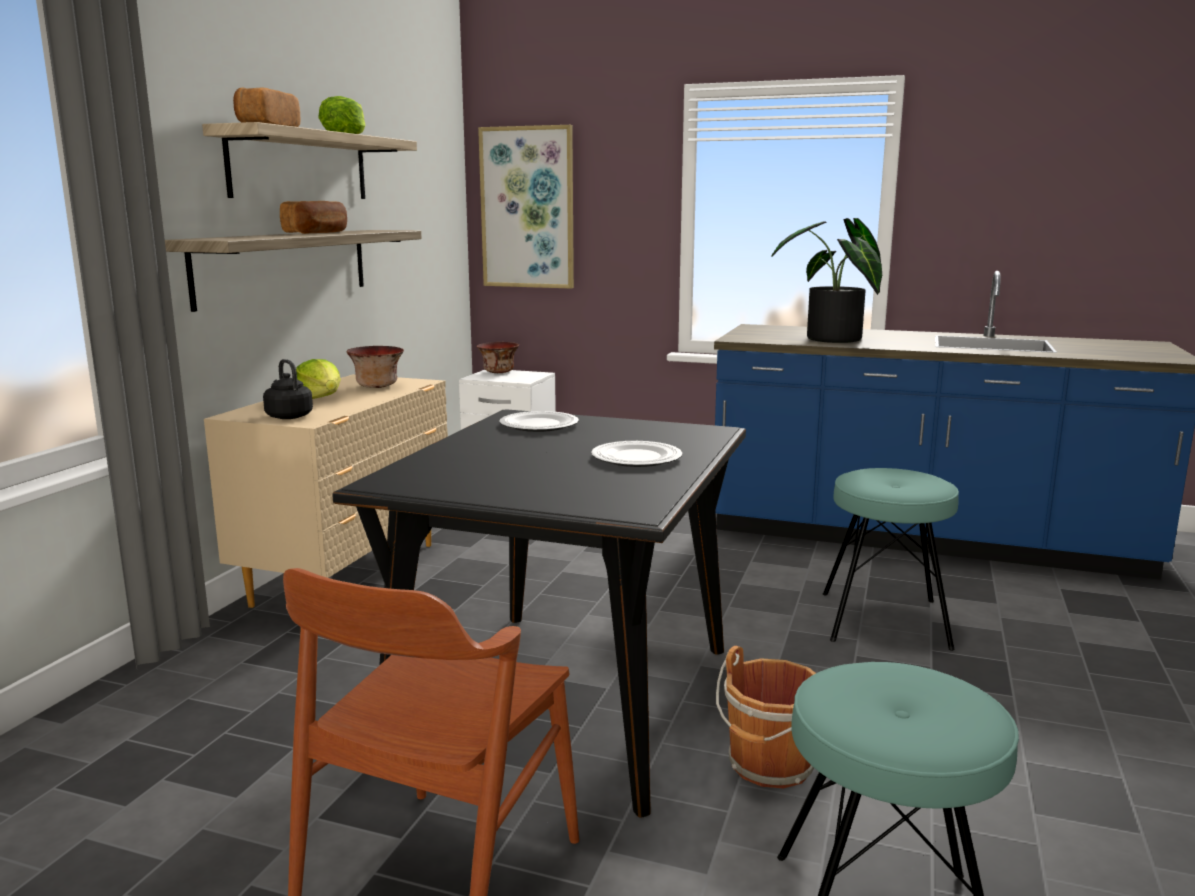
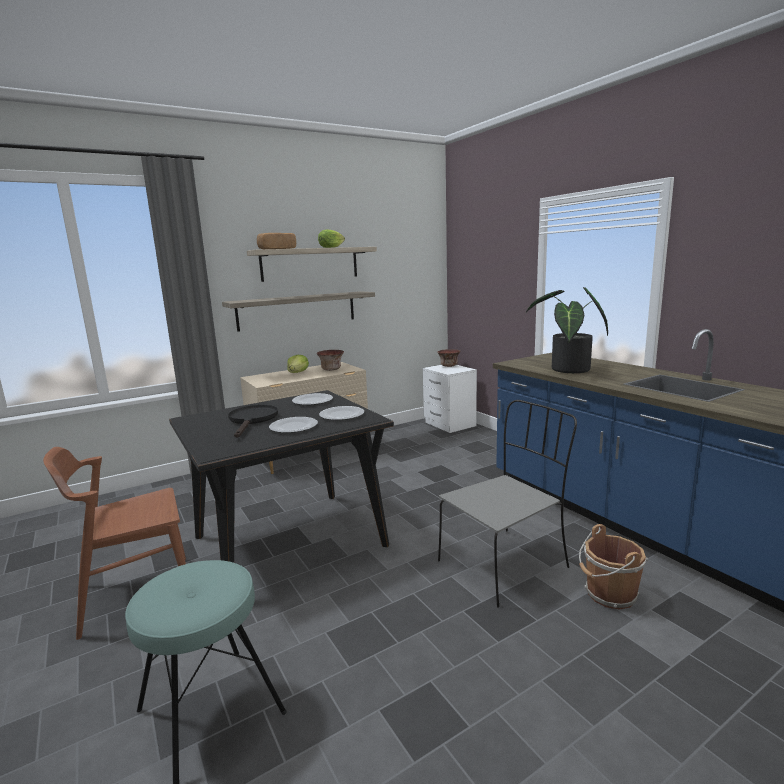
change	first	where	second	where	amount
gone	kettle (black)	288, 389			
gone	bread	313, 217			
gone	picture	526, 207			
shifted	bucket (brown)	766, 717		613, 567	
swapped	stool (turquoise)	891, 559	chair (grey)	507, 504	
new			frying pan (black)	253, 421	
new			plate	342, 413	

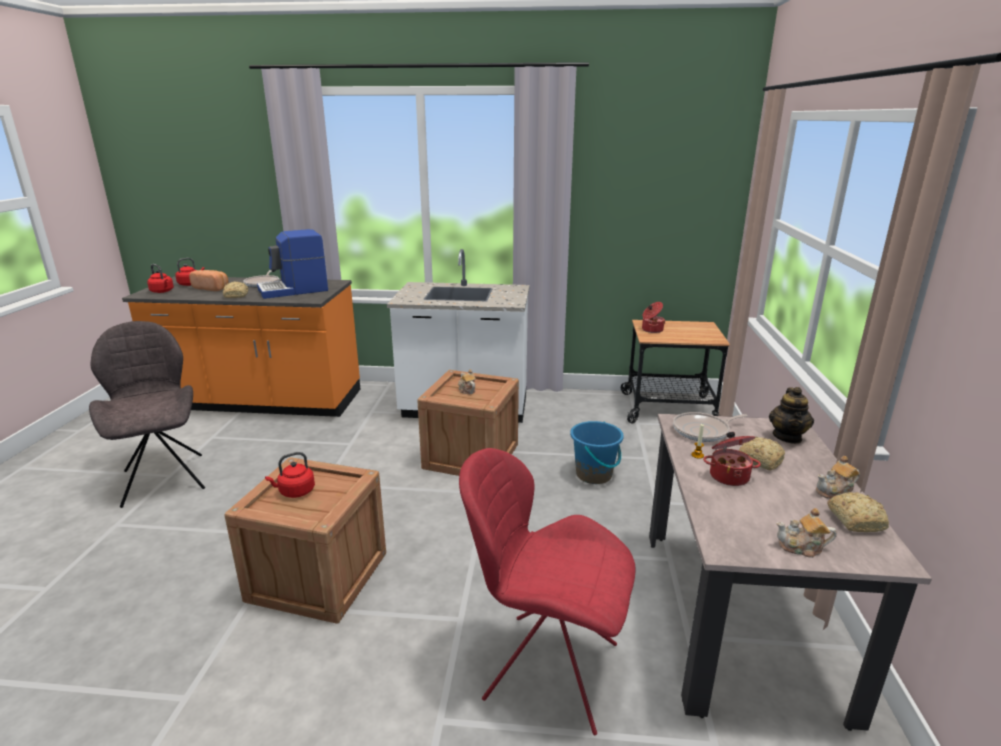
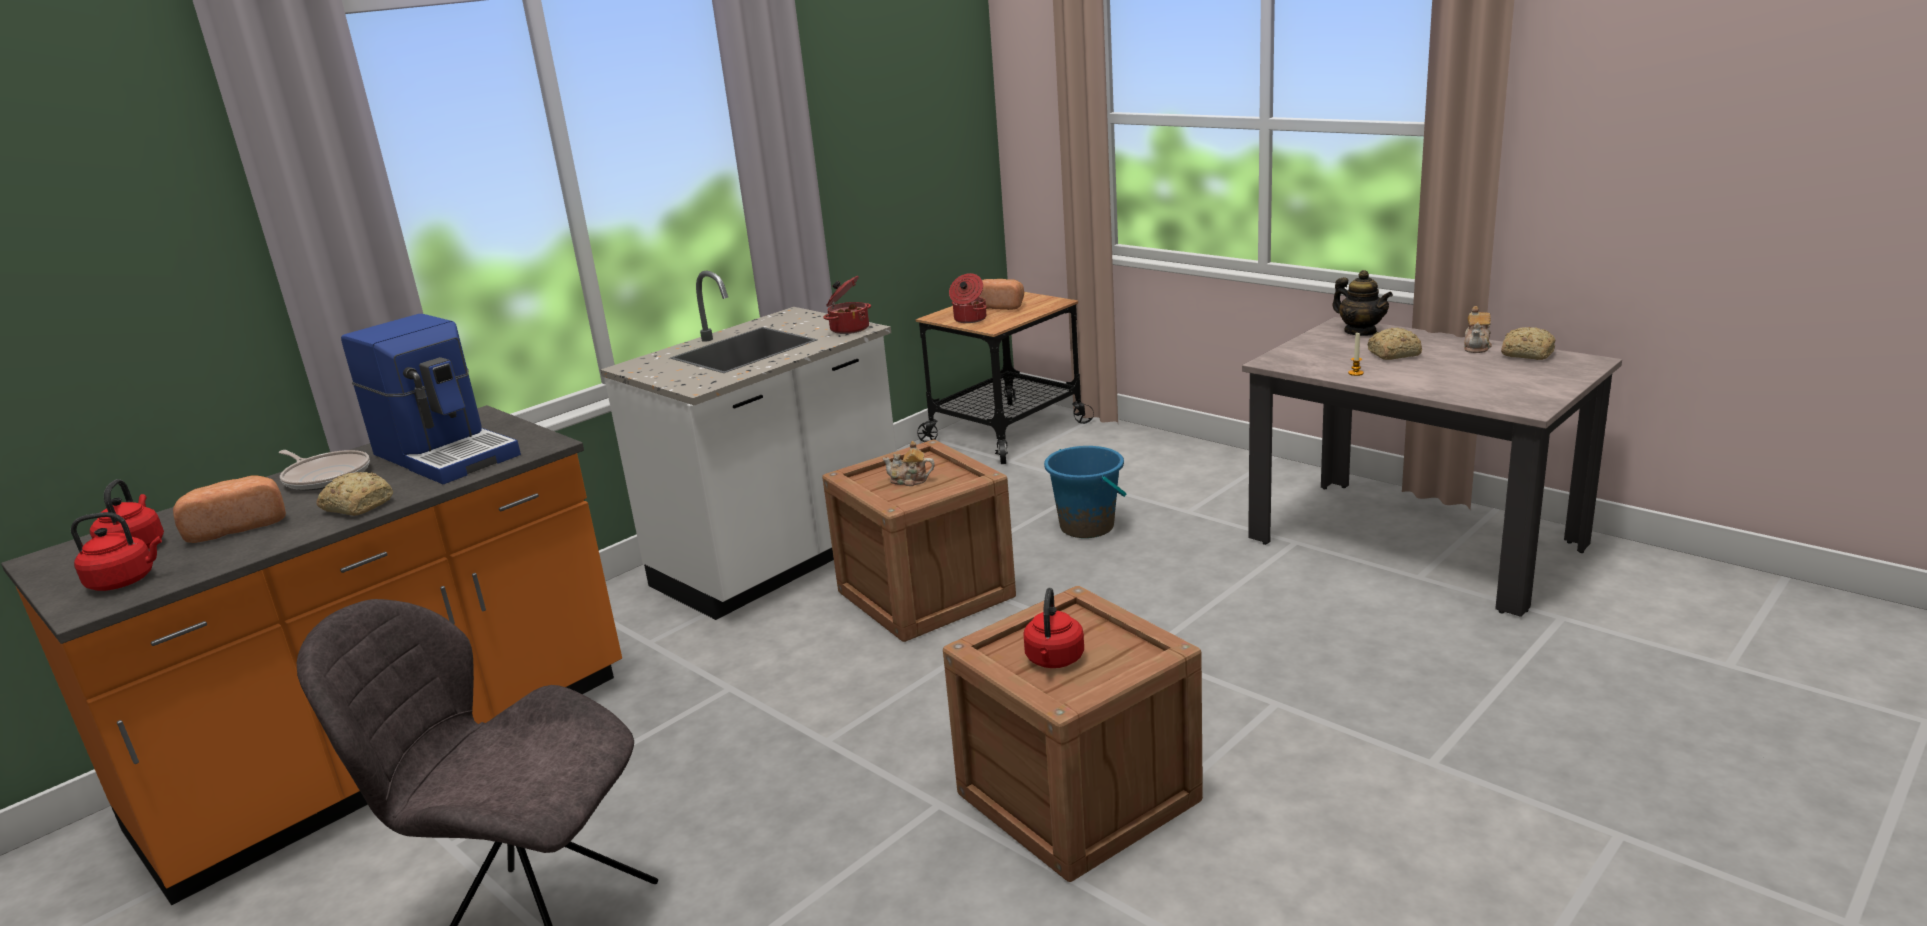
change	first	where	second	where	amount
rotated	coffee machine	292, 264		431, 399	60 degrees counterclockwise
gone	chair (red)	547, 591			
gone	frying pan	710, 427			
shifted	cooking pot	732, 459		847, 305	
gone	teapot	806, 533			
new			bread	1001, 294	

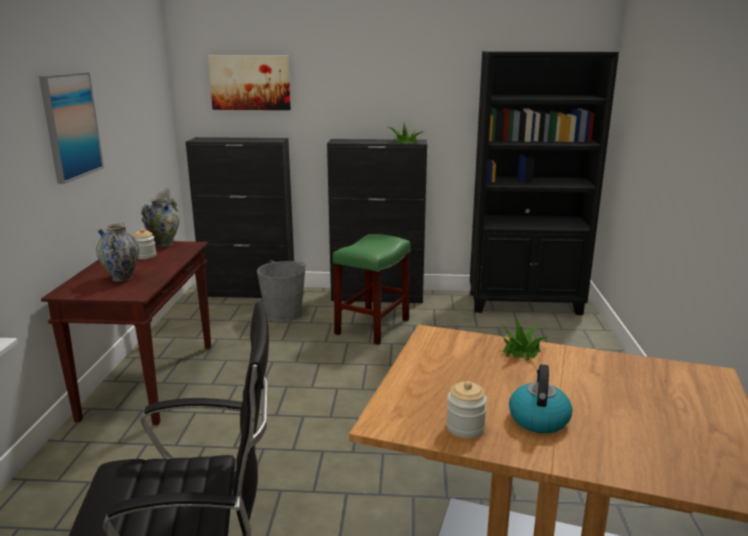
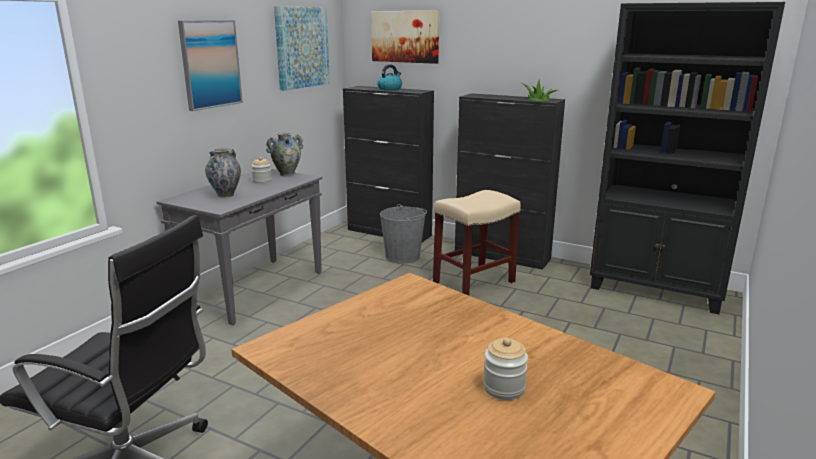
change	first	where	second	where	amount
repainted	console table (brown)	126, 333	console table (grey)	240, 247	
repainted	stool (green)	372, 289	stool (beige)	477, 242	
shifted	jar	466, 409		505, 369	
gone	potted plant	525, 339			
shifted	kettle	541, 398		389, 77	
new			picture	302, 48	

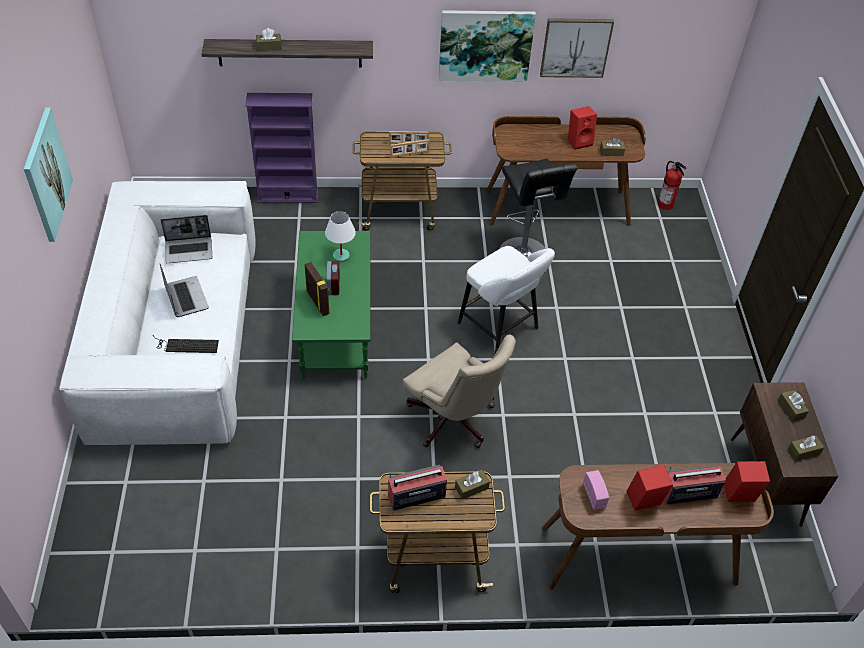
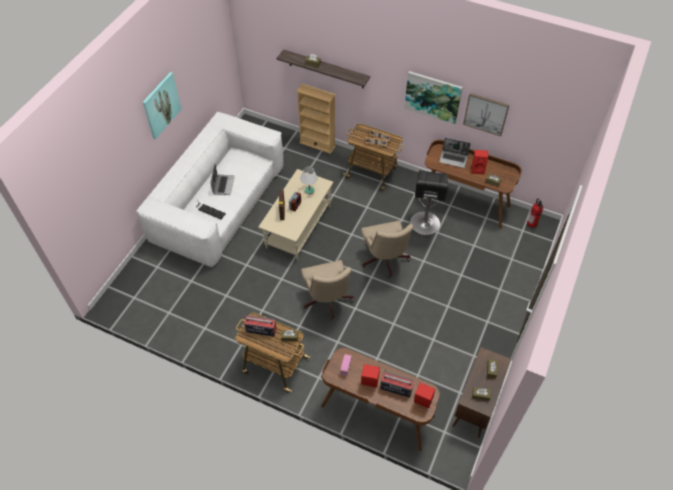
change	first	where	second	where	amount
shifted	laptop	186, 239		455, 153	
repainted	bookcase (purple)	281, 148	bookcase (beige)	316, 119	
repainted	coffee table (green)	331, 305	coffee table (beige)	296, 215	
swapped	stool (white)	506, 300	office chair (beige)	387, 249	

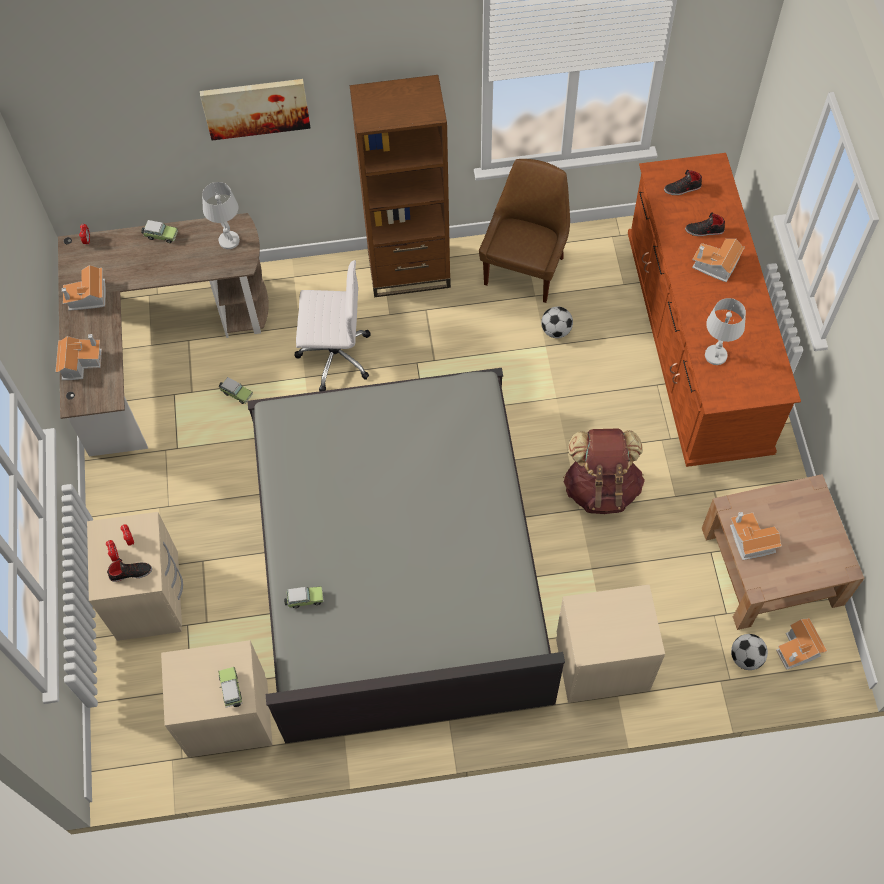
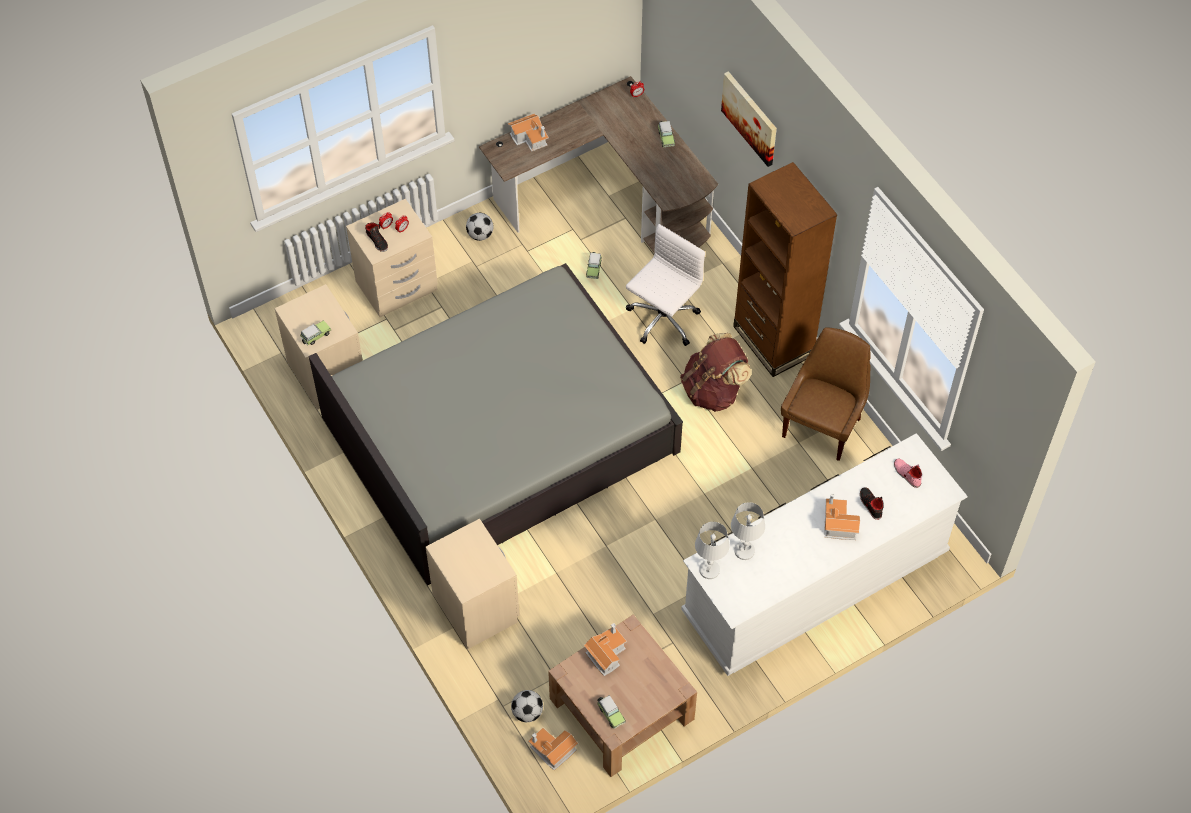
change	first	where	second	where	amount
gone	toy house	84, 288			
shifted	table lamp (white)	221, 215		712, 550	
shifted	toy car	304, 597		611, 712	
rotated	office chair (white)	333, 325		665, 285	120 degrees counterclockwise
rotated	chair (brown)	524, 231		826, 394	60 degrees counterclockwise
shifted	football	557, 322		479, 227	
shifted	backpack (brown)	604, 471		715, 372	
repainted	dresser (brown)	714, 310	dresser (white)	824, 554	
repainted	shoe (black)	683, 182	shoe (pink)	908, 473	

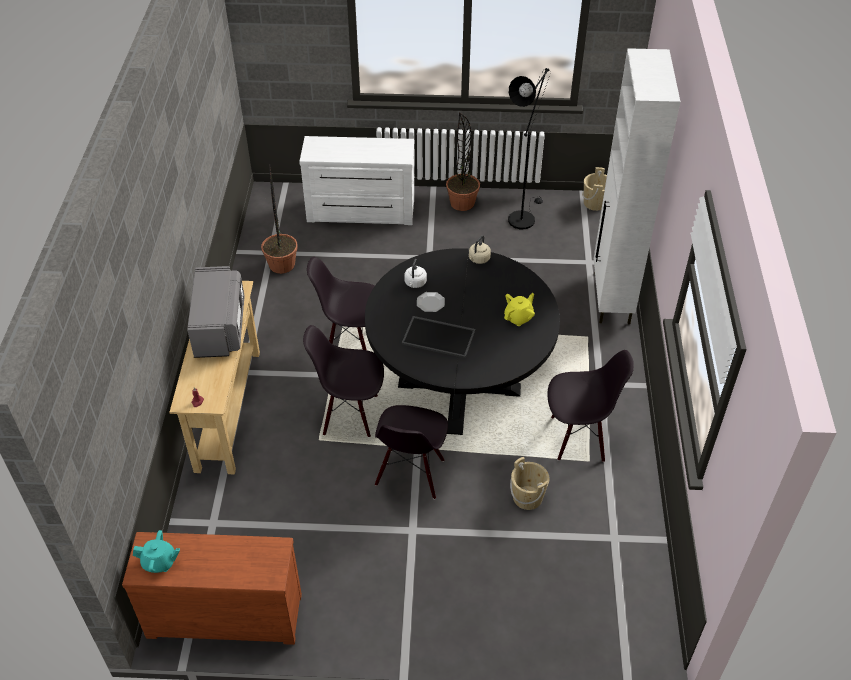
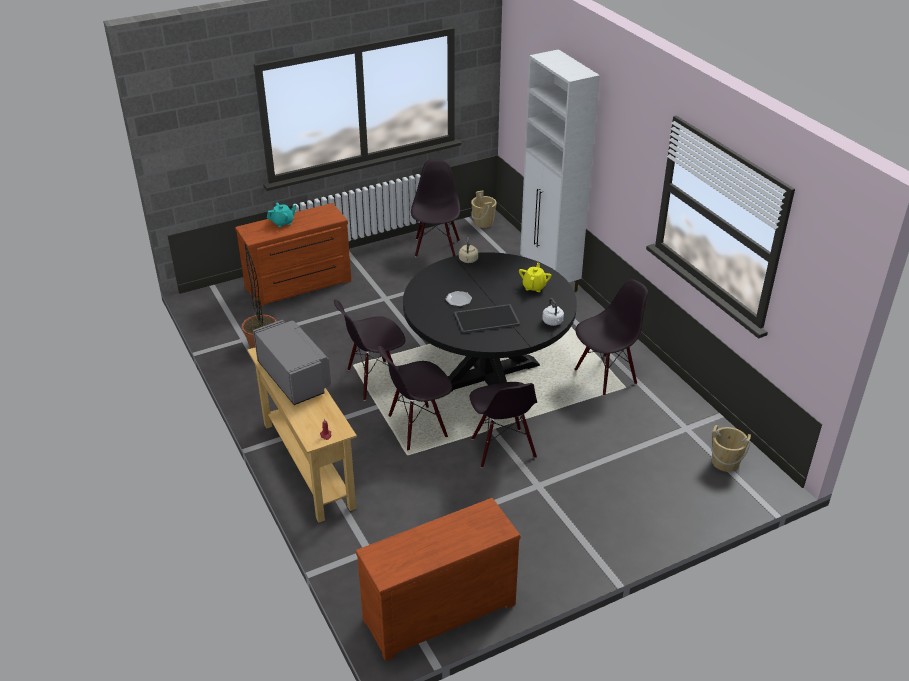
change	first	where	second	where	amount
shifted	teapot (turquoise)	156, 551		282, 215	
repainted	dresser (white)	356, 180	dresser (brown)	293, 255	
shifted	kettle (white)	415, 273		553, 312	
gone	potted plant	463, 162			
swapped	floor lamp (black)	529, 148	chair (black)	435, 208	
shifted	bucket (beige)	530, 483		730, 448	

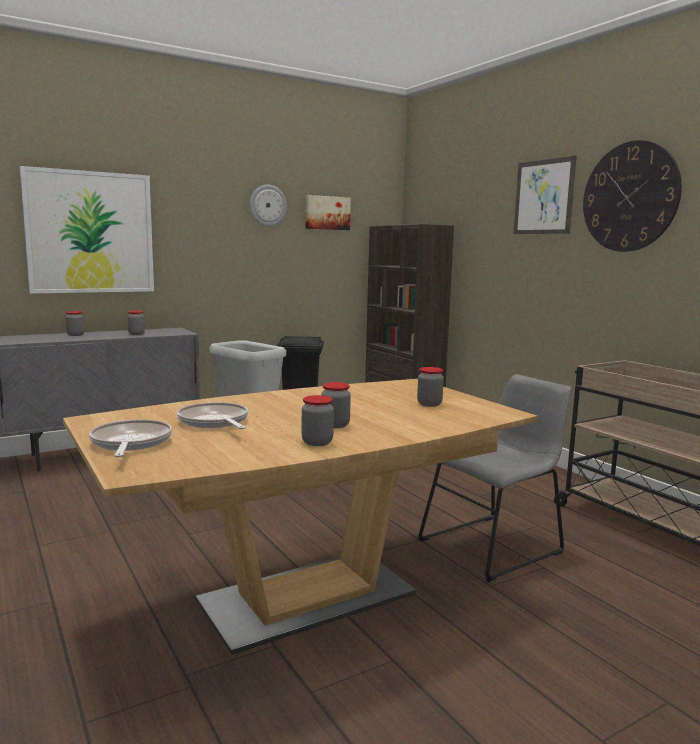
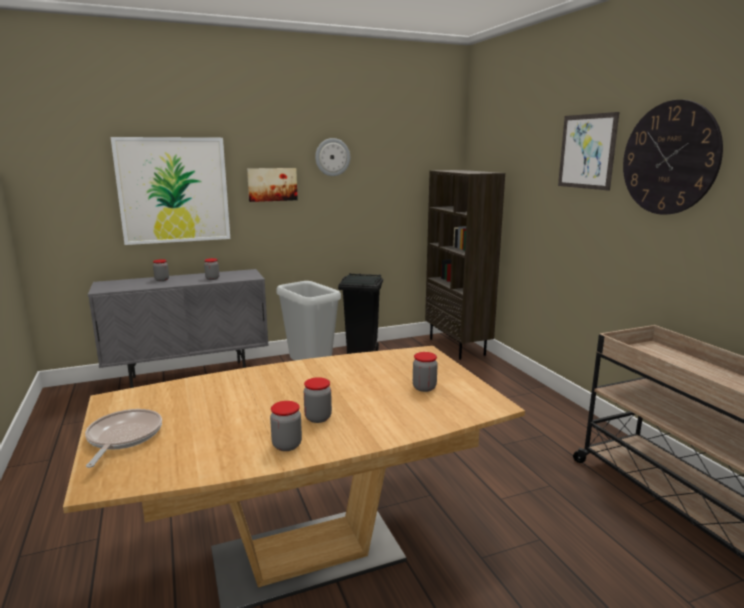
change	first	where	second	where	amount
gone	frying pan	212, 415			
shifted	picture	328, 212		272, 185	
gone	chair (grey)	494, 478			

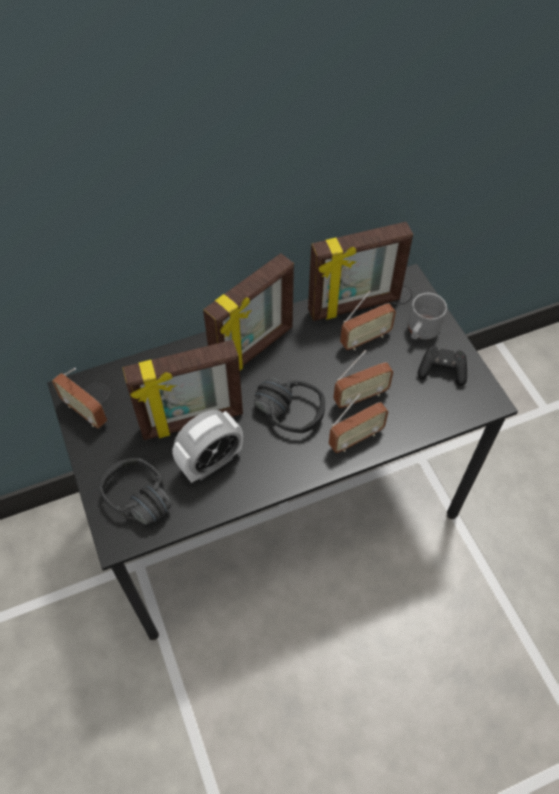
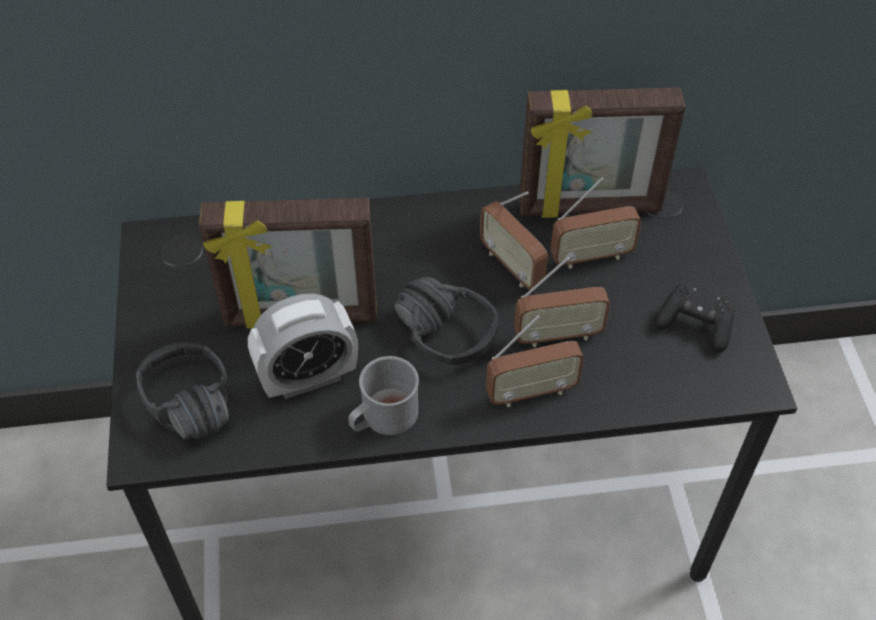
change	first	where	second	where	amount
shifted	radio	79, 398		514, 240	
gone	picture frame	248, 311			
shifted	mug (grey)	427, 316		383, 395	

